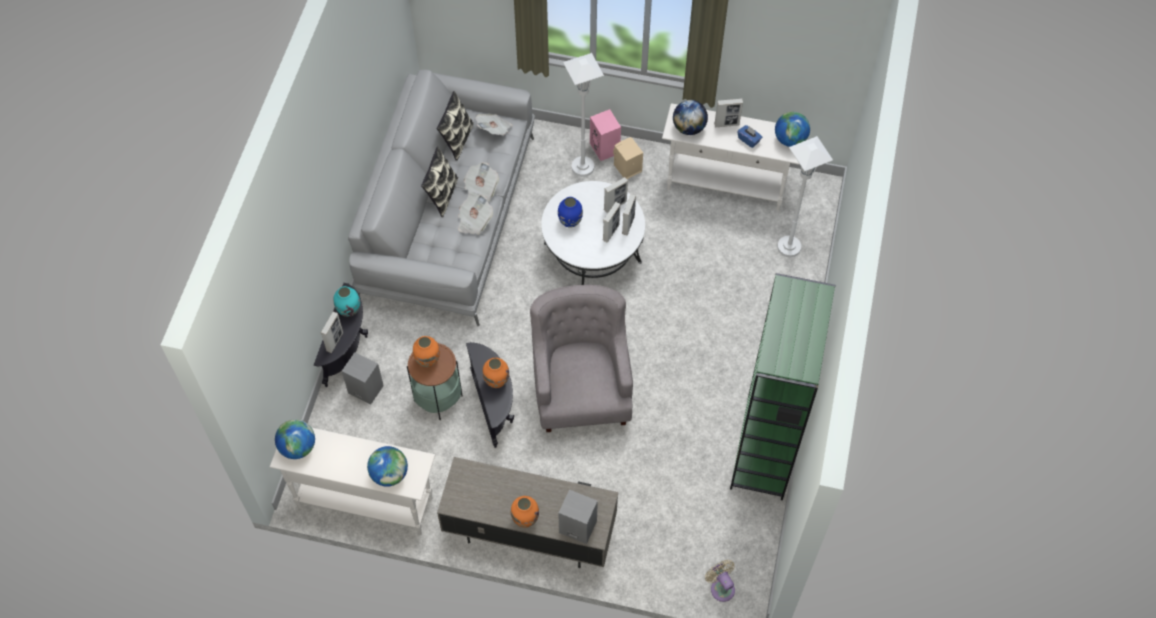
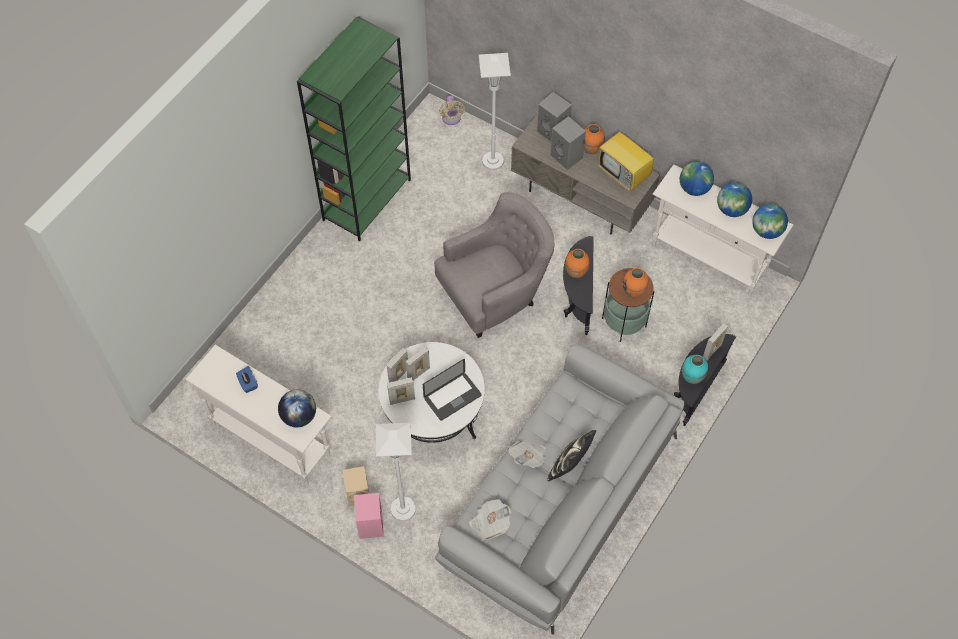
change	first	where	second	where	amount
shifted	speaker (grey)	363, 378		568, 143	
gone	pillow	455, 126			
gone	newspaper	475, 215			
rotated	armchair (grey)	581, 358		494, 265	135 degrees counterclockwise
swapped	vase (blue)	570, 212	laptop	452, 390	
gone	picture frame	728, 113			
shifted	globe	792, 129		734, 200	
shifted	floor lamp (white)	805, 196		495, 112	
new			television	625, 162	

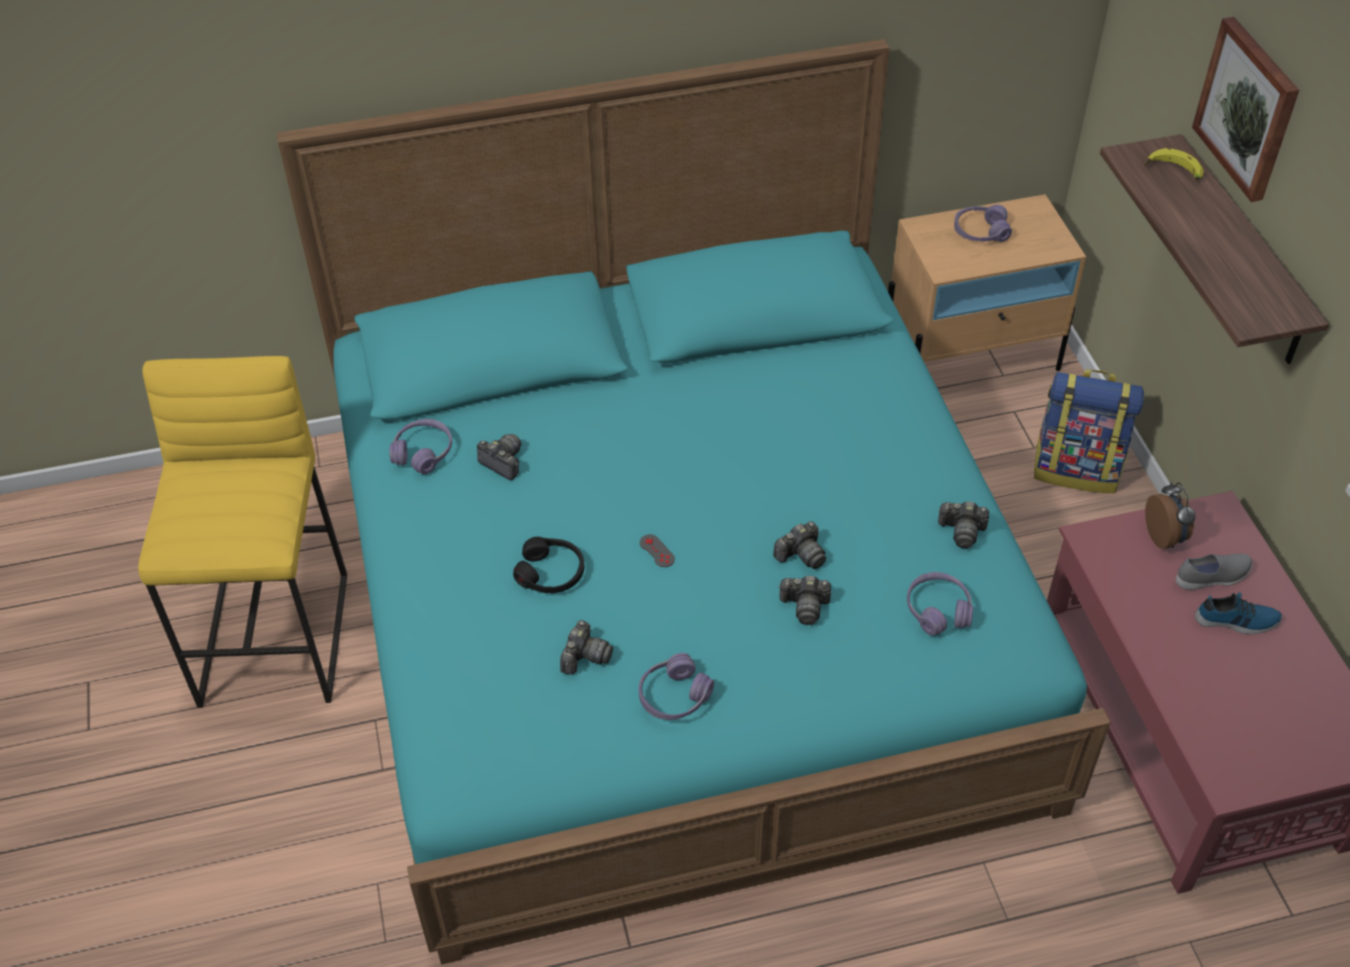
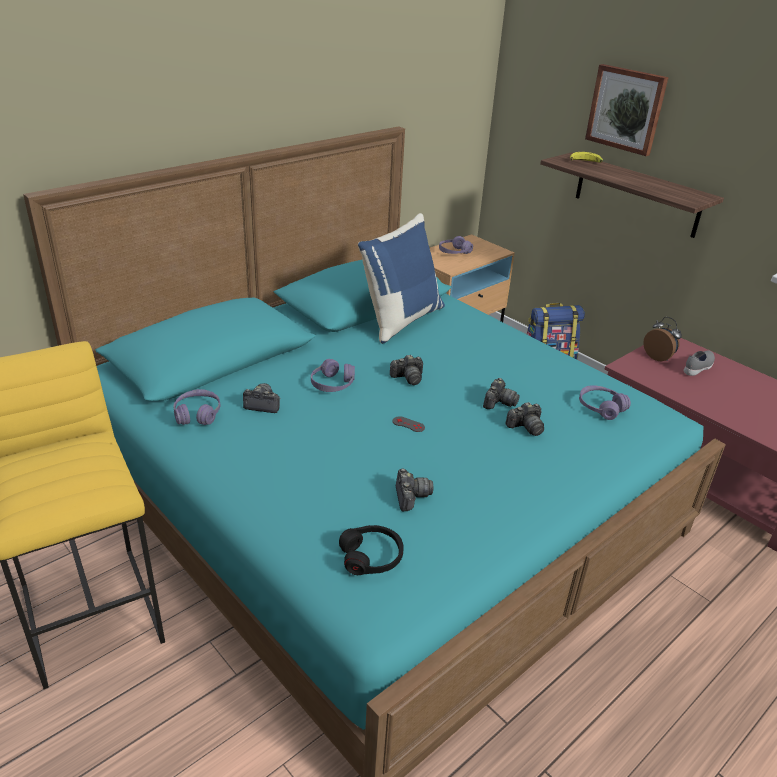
change	first	where	second	where	amount
shifted	headphones (black)	548, 565		371, 550	
shifted	headphones (purple)	676, 686		333, 375	
shifted	photo camera	963, 524		406, 370	
gone	shoe	1238, 613			
new			pillow (blue)	401, 278	

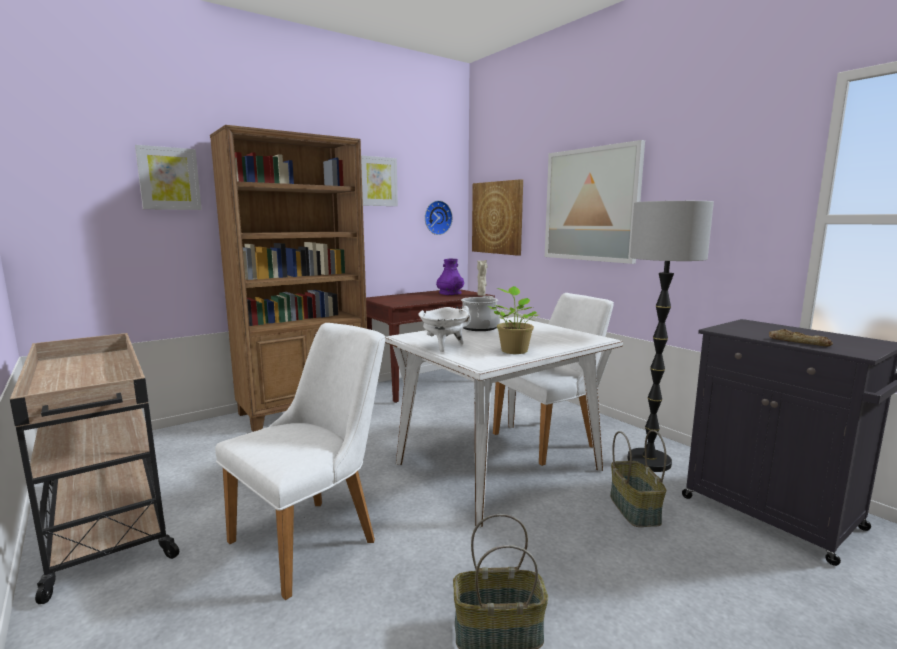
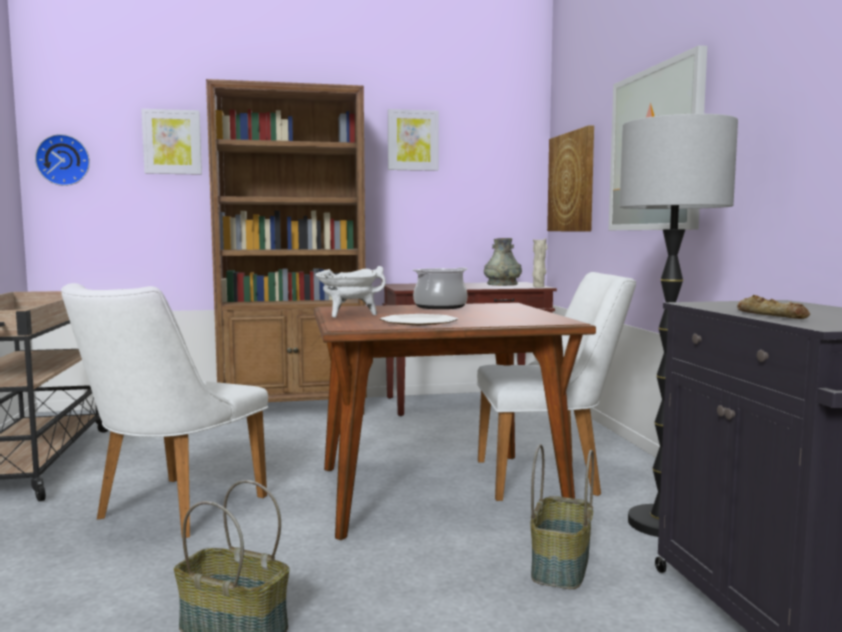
change	first	where	second	where	amount
rotated	chair (white)	300, 461		164, 410	135 degrees clockwise
repainted	dining table (white)	504, 422	dining table (brown)	455, 421	
shifted	wall clock	439, 217		62, 160	
repainted	vase (purple)	450, 277	vase (grey)	503, 262	
swapped	potted plant	513, 320	plate	419, 319	

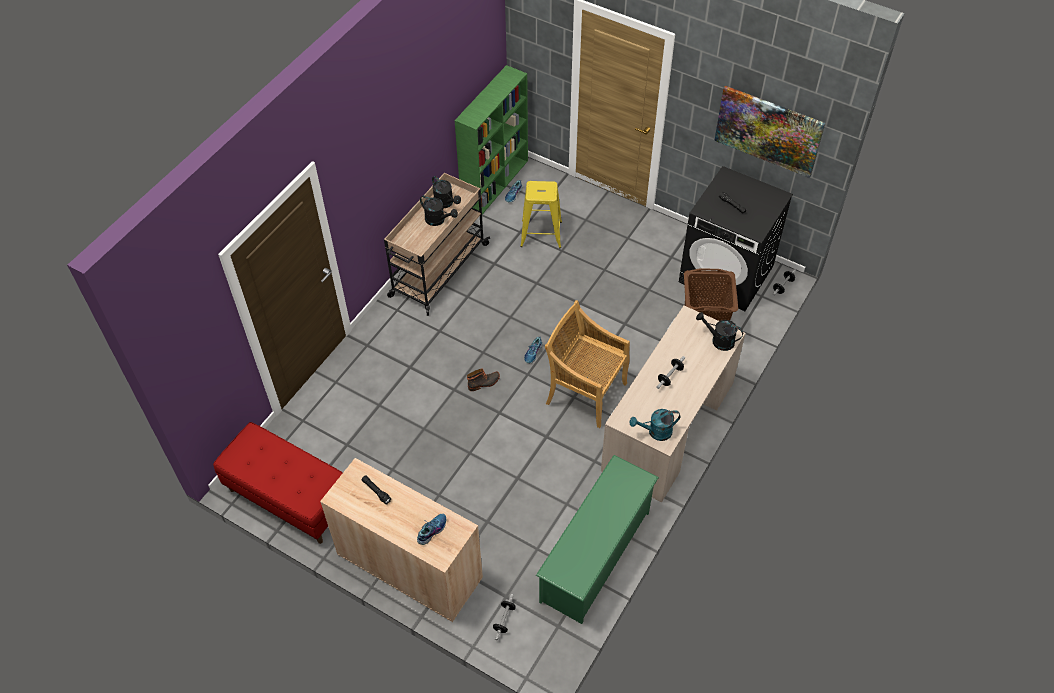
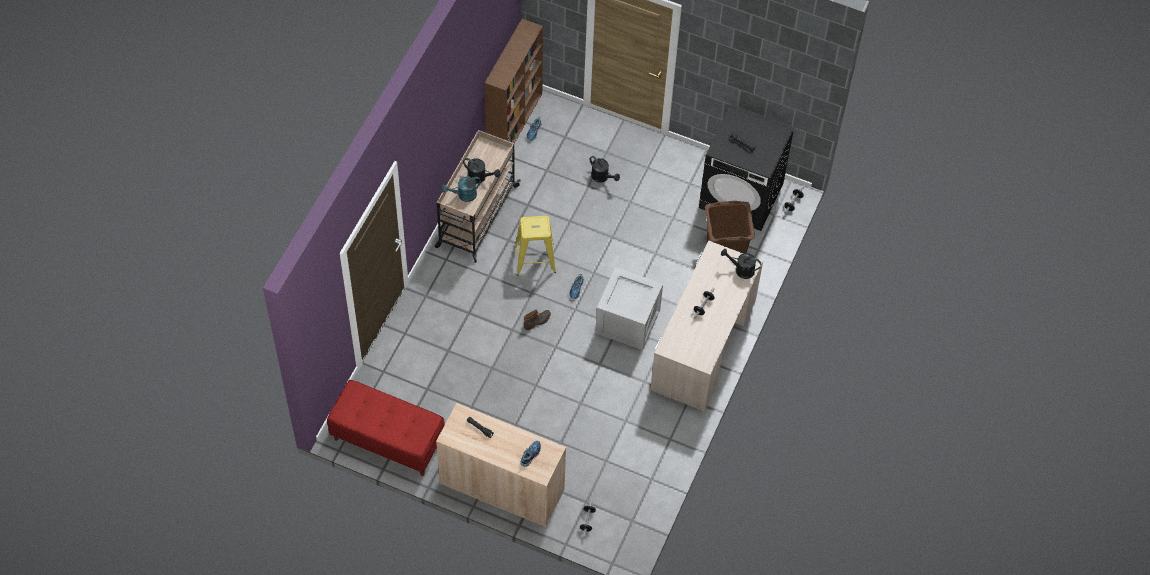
change	first	where	second	where	amount
shifted	watering can (black)	446, 192		605, 169	
repainted	bookcase (green)	491, 139	bookcase (brown)	514, 81	
shifted	stool (yellow)	541, 214		535, 245	
gone	shoe rack (green)	597, 539			
swapped	chair (beige)	587, 364	crate	629, 308	
shifted	watering can (turquoise)	655, 425		461, 189	
gone	picture	769, 132			

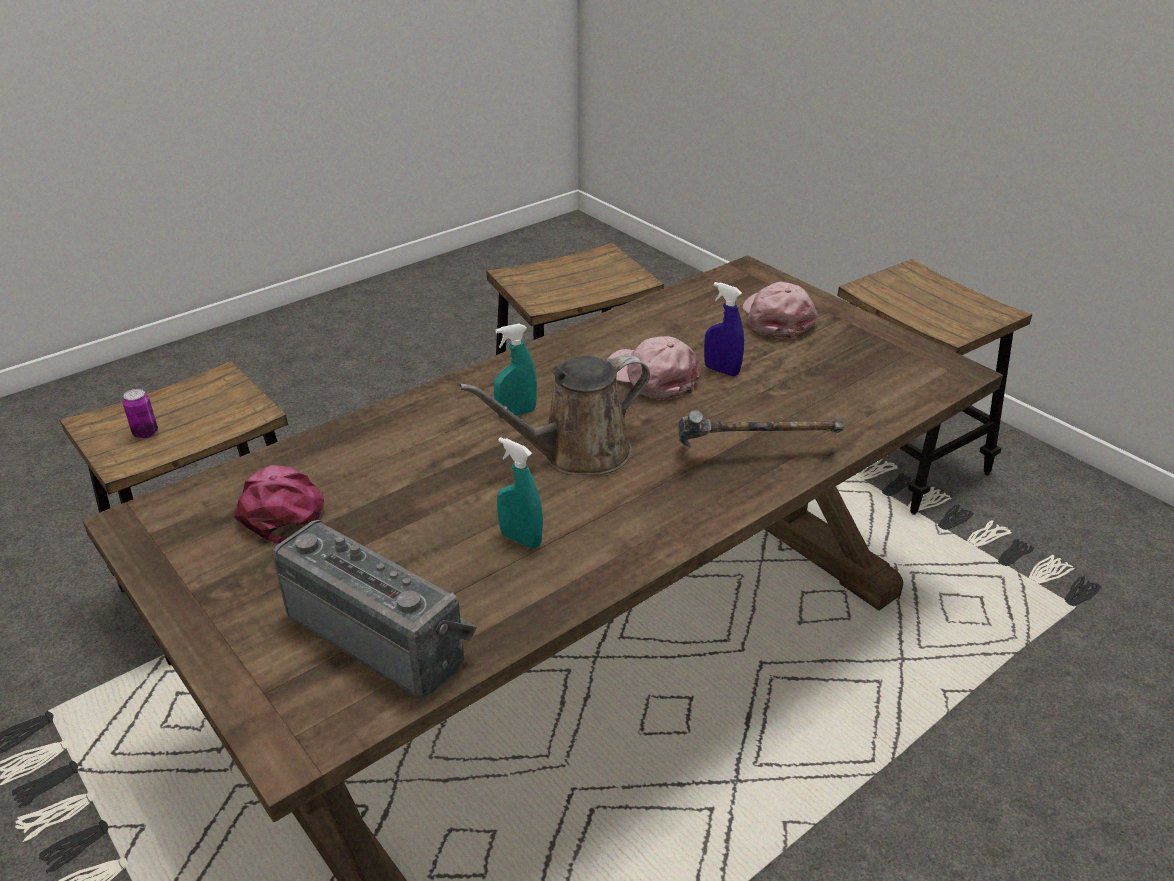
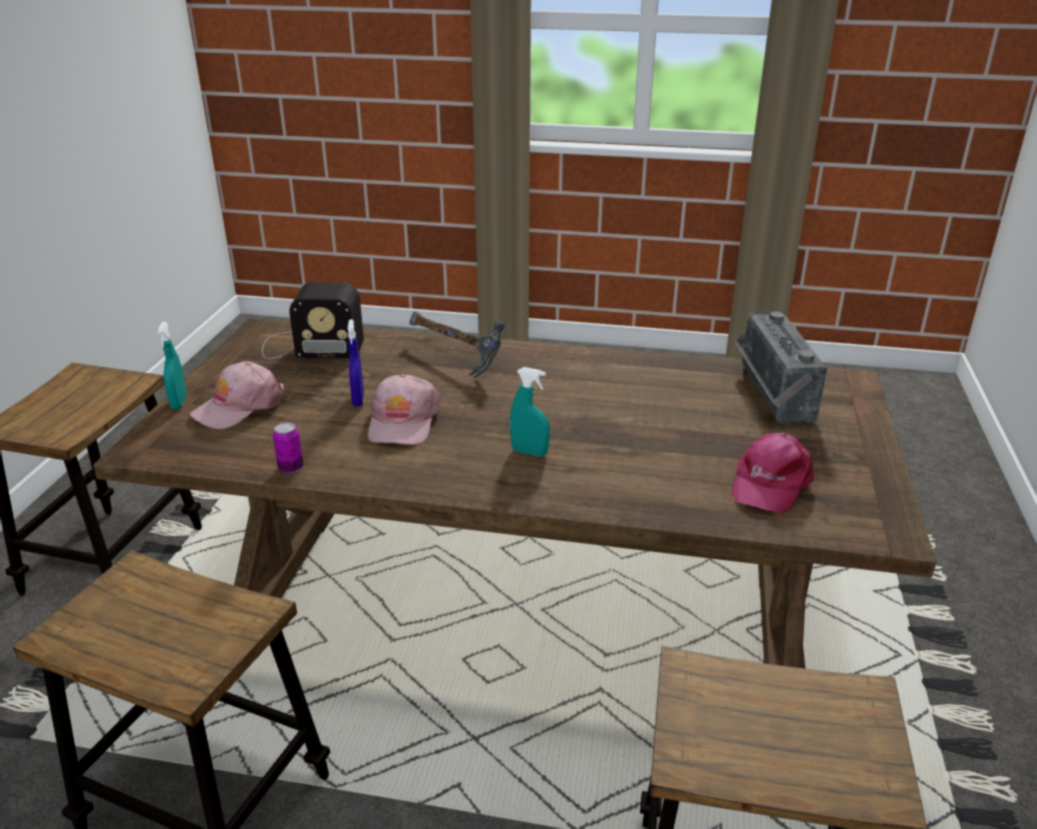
change	first	where	second	where	amount
shifted	can	140, 414		288, 447	
gone	watering can (brown)	554, 415			
shifted	spray bottle (turquoise)	520, 492		172, 365	
new			radio	313, 320	

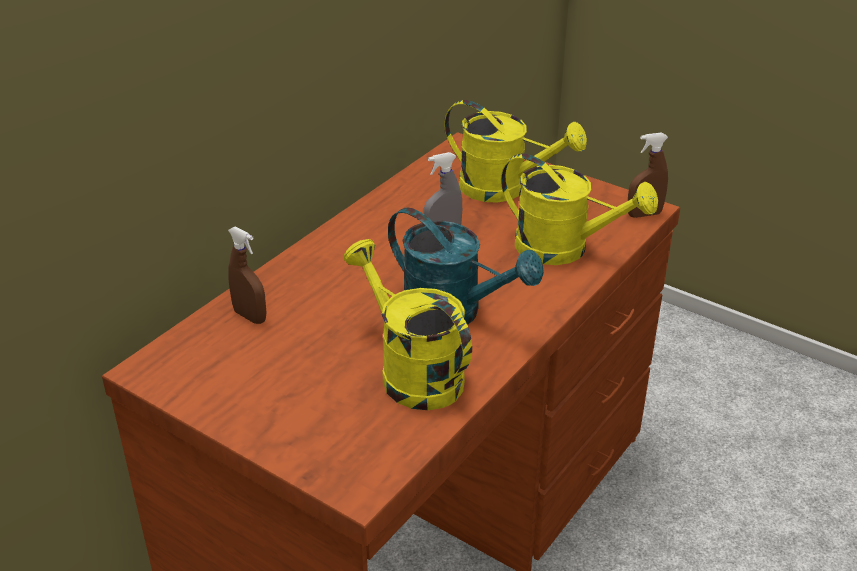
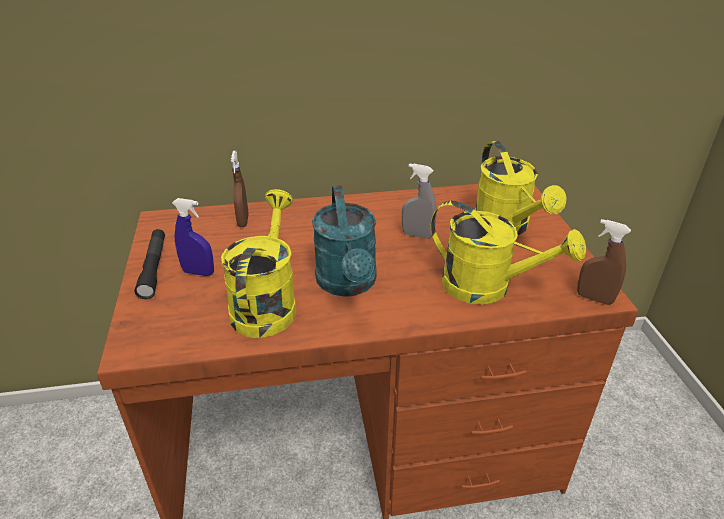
change	first	where	second	where	amount
rotated	watering can (yellow)	579, 209		508, 252	45 degrees counterclockwise
new			flashlight (black)	149, 264	
new			spray bottle (blue)	193, 237	

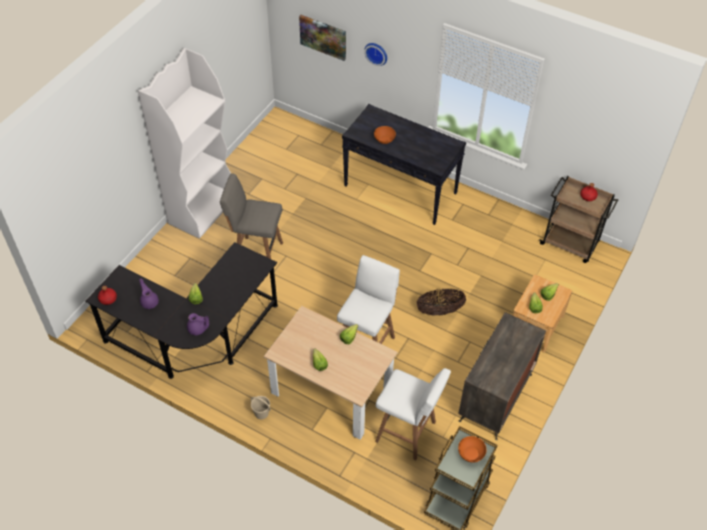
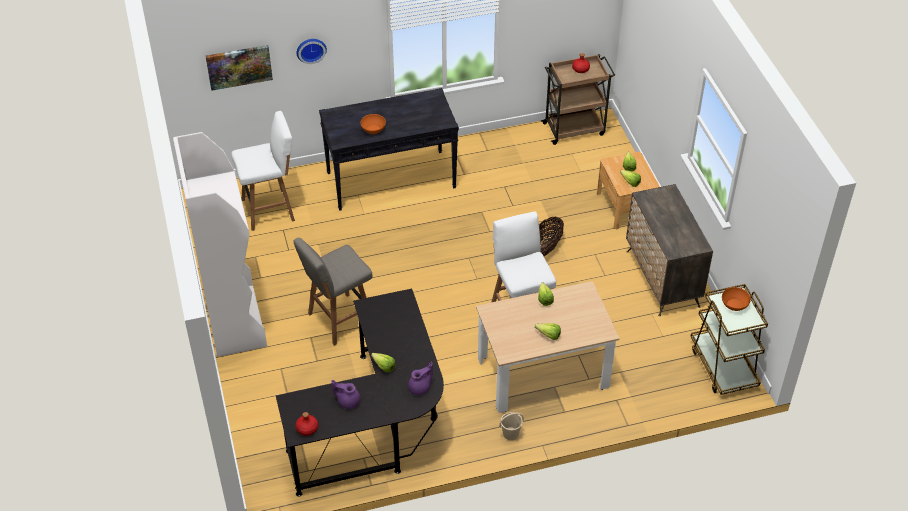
change	first	where	second	where	amount
shifted	stool (white)	413, 414		263, 171	

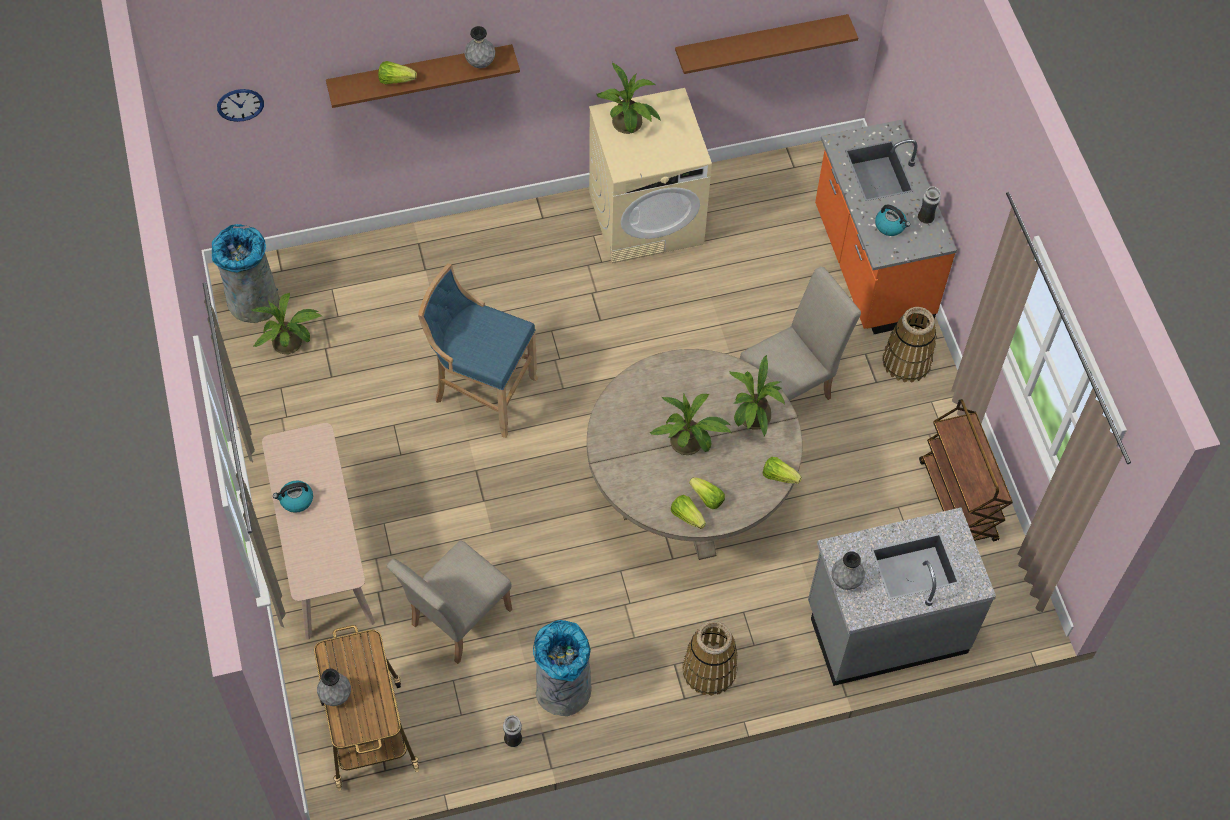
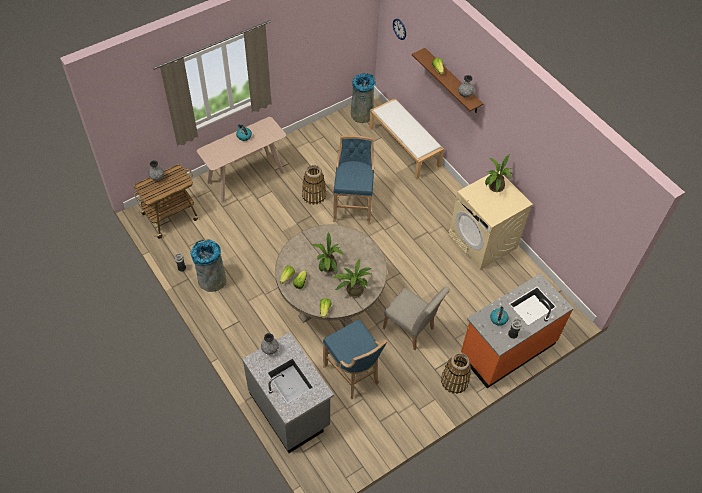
change	first	where	second	where	amount
gone	potted plant	286, 323			
gone	chair (beige)	449, 602			
gone	shelf (brown)	766, 44			
shifted	basket	710, 658		314, 185	
gone	cart (brown)	966, 470			
new			stool (blue)	354, 359	
new			bench (white)	406, 138	

